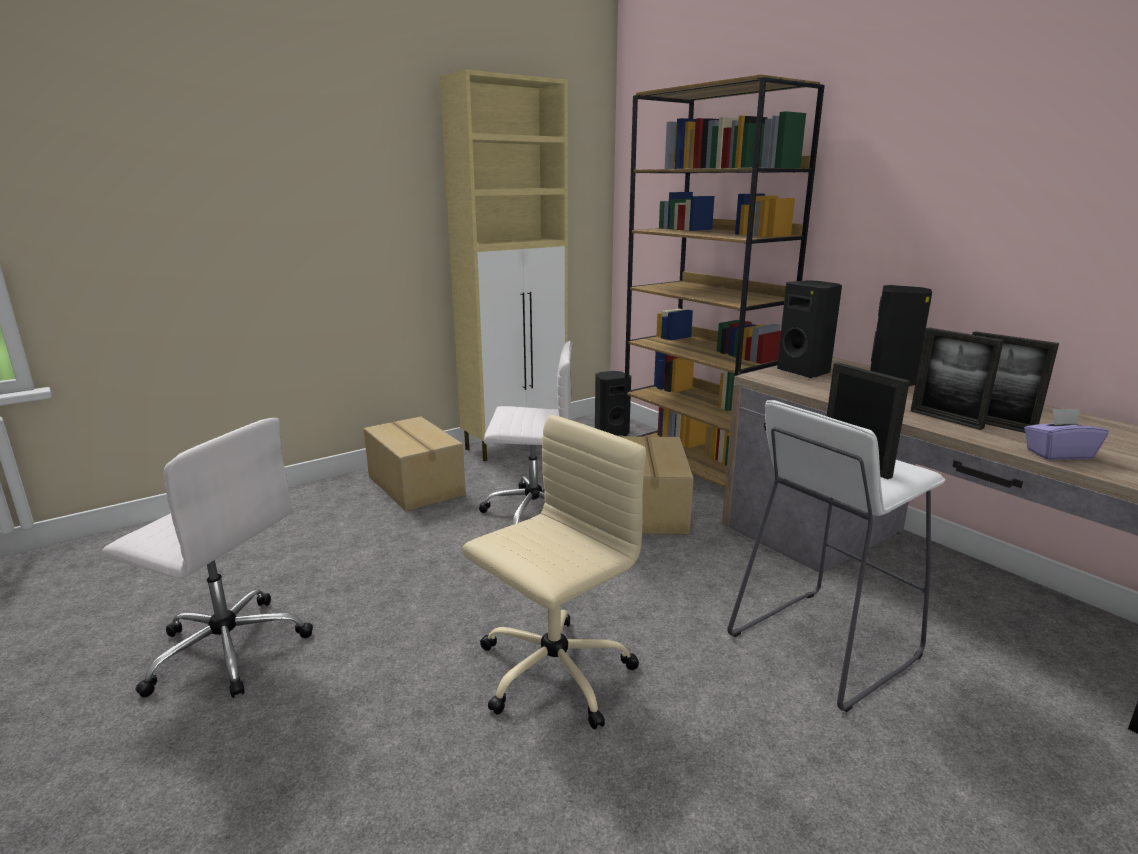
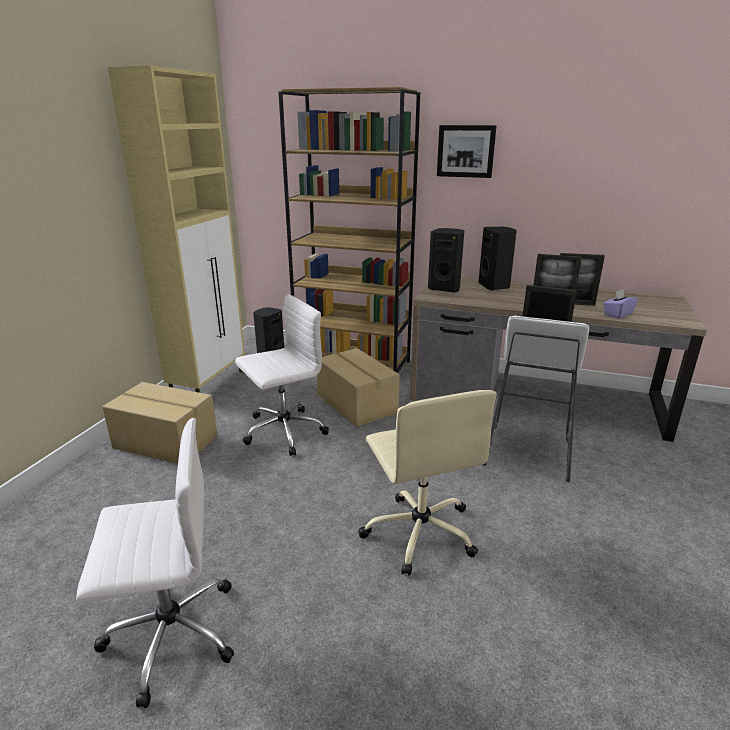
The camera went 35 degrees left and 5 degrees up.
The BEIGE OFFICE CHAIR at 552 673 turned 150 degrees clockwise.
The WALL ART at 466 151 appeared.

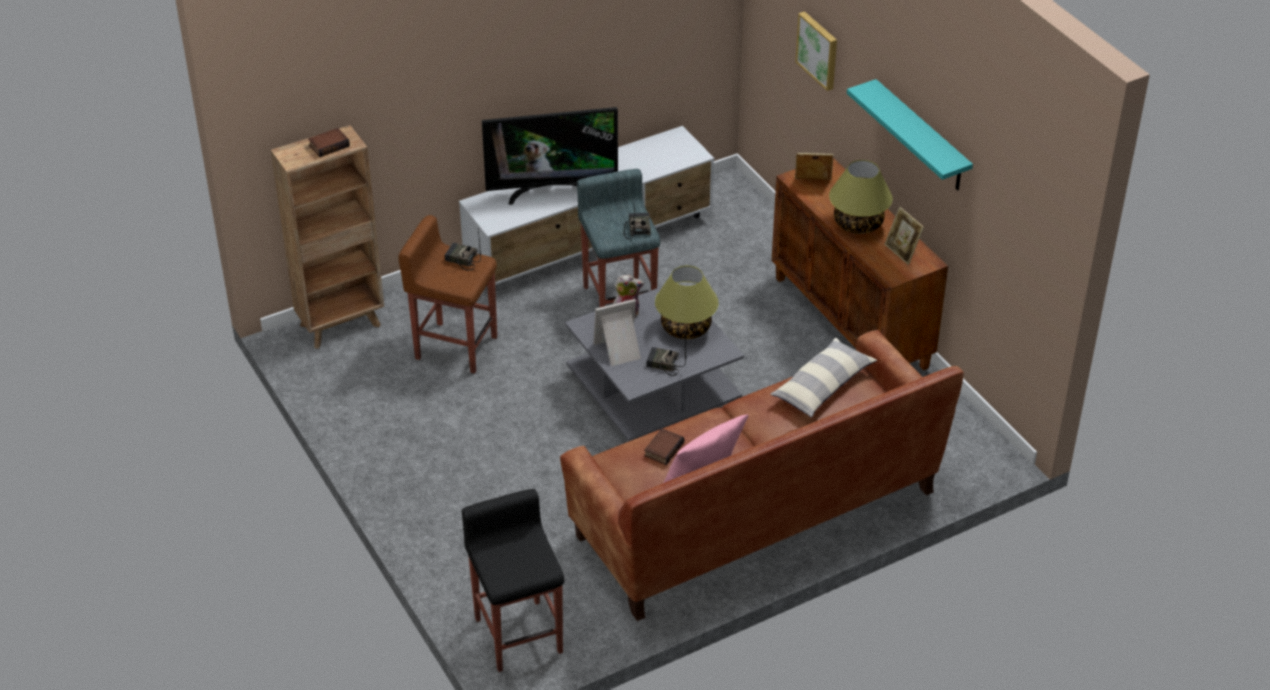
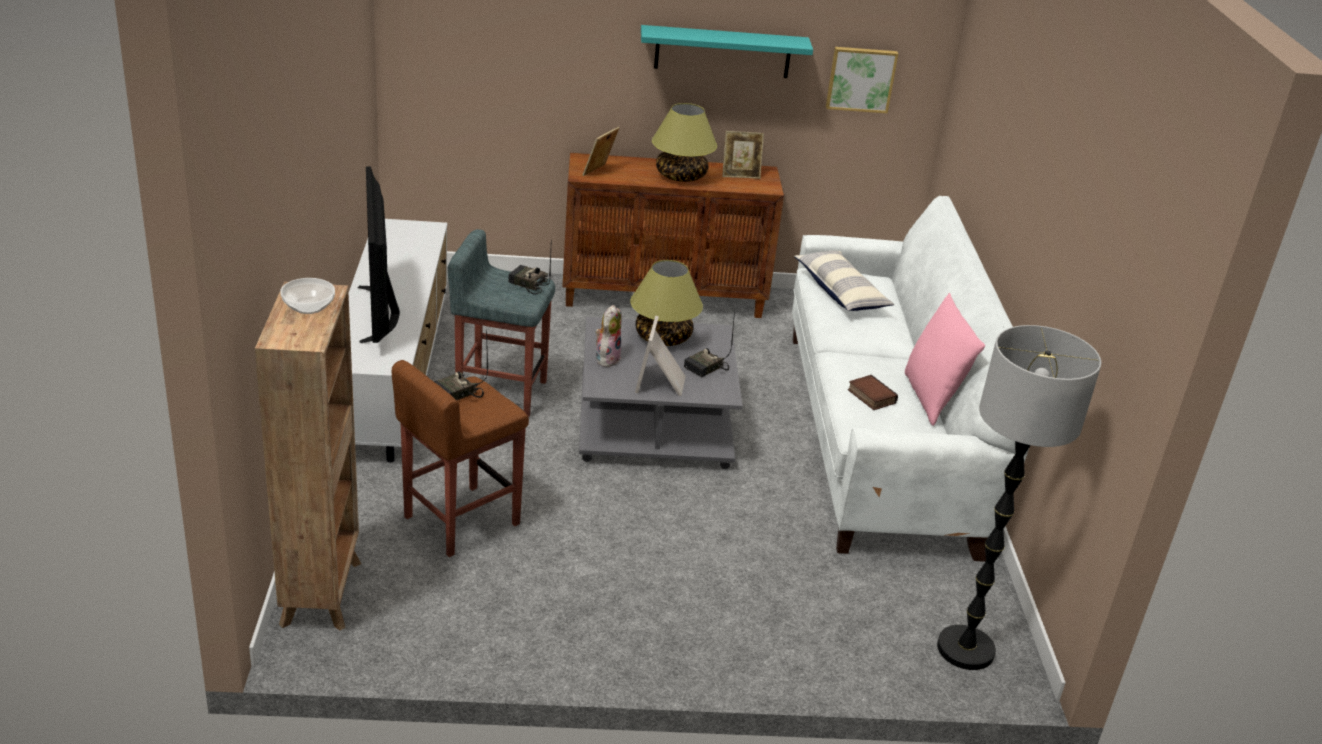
The camera went 65 degrees left and 10 degrees down.
The BOOK at 329 145 was replaced by the DEEP DISH at 308 306.
The BLACK SITTING STOOL at 518 634 was replaced by the STANDARD LAMP at 965 649.
The TELEVISION at 551 190 turned 150 degrees clockwise.
The BROWNISH SOFA at 756 514 became the WHITE-COLOURED SOFA at 878 438.
The WALL ART moved from 818 50 to 861 79.

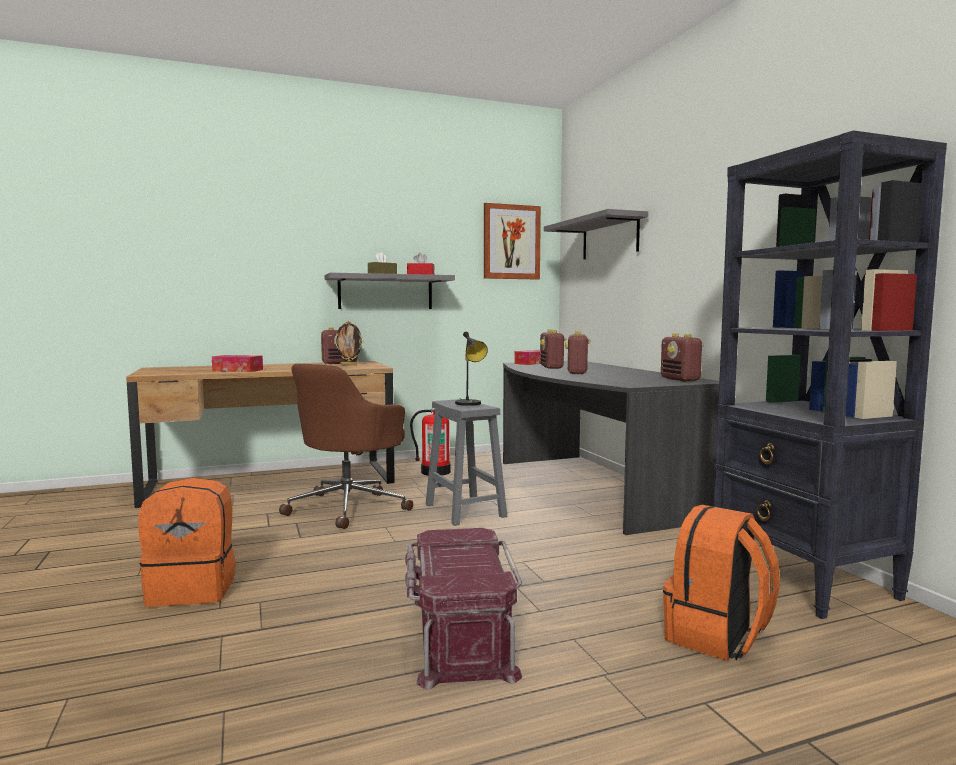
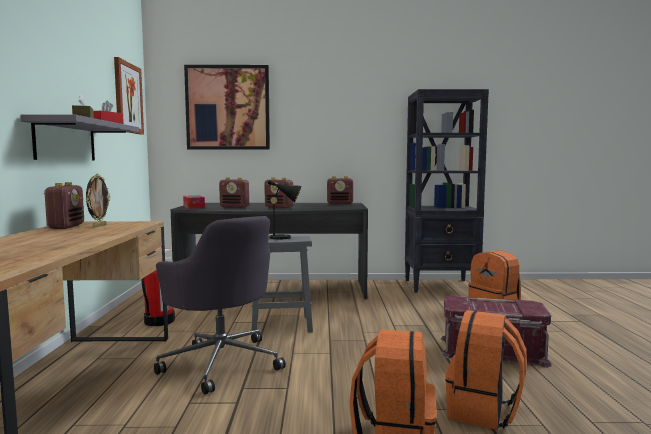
The camera went 70 degrees left and 0 degrees up.
The TISSUE BOX at 237 370 disappeared.
The BROWNISH OFFICE CHAIR at 349 507 became the GREY OFFICE CHAIR at 221 362.
The GREY BRACKET SHELF at 610 238 was replaced by the WALL ART at 228 108.
The ORANGE-COLOURED KNAPSACK at 483 411 appeared.

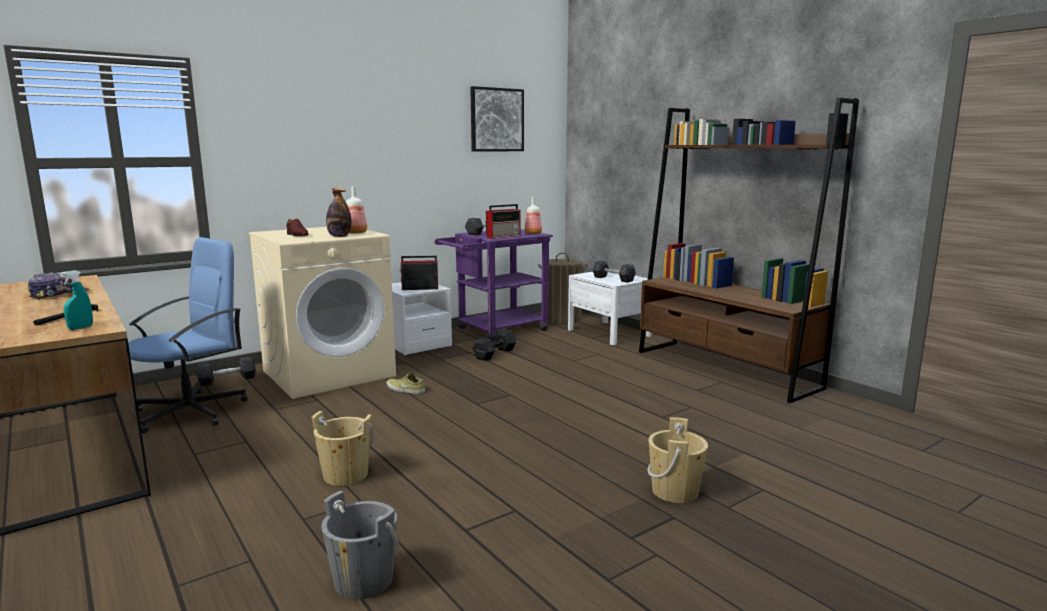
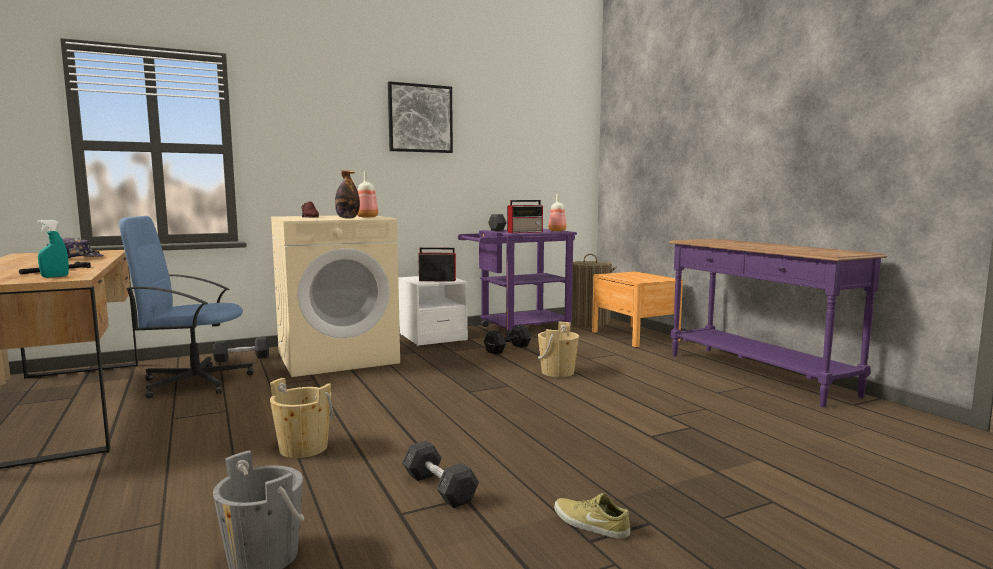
The camera went 10 degrees right and 5 degrees down.
The BLUE OFFICE CHAIR at 192 411 turned 150 degrees counterclockwise.
The BEIGE ITEM OF FOOTWEAR moved from 405 389 to 590 524.
The WALL ART moved from 496 120 to 420 118.
The WHITE-COLOURED NIGHT TABLE at 608 333 became the BROWNISH NIGHT TABLE at 634 336.
The GREY DUMBBELL moved from 613 279 to 439 488.
The BROWNISH SHELVING UNIT at 725 369 was replaced by the PURPLISH CONSOLE TABLE at 755 374.
The BEIGE WATER BUCKET moved from 675 491 to 557 372.

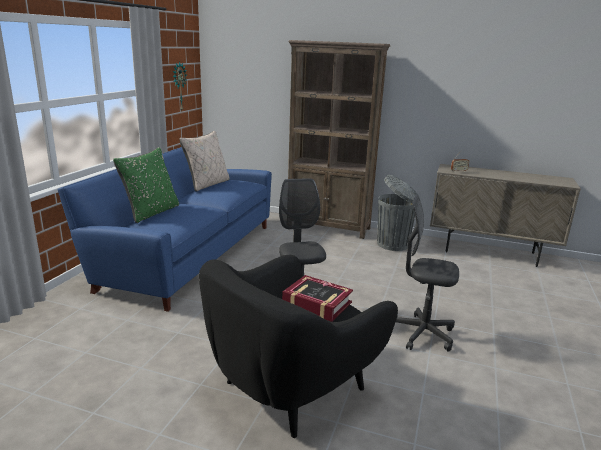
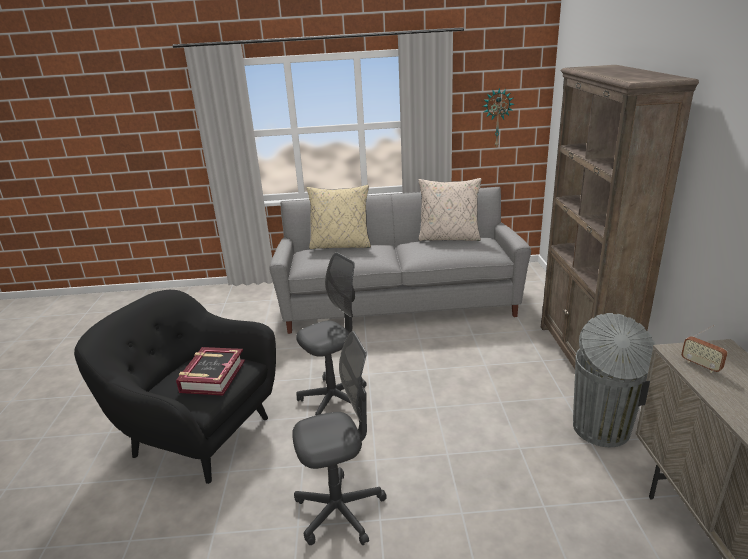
The camera went 70 degrees right and 5 degrees up.
The BLUE SOFA at 187 254 became the GREY SOFA at 398 301.
The GREEN-COLOURED CUSHION at 151 212 became the BEIGE CUSHION at 341 245.
The GREY OFFICE CHAIR at 421 334 turned 75 degrees clockwise.

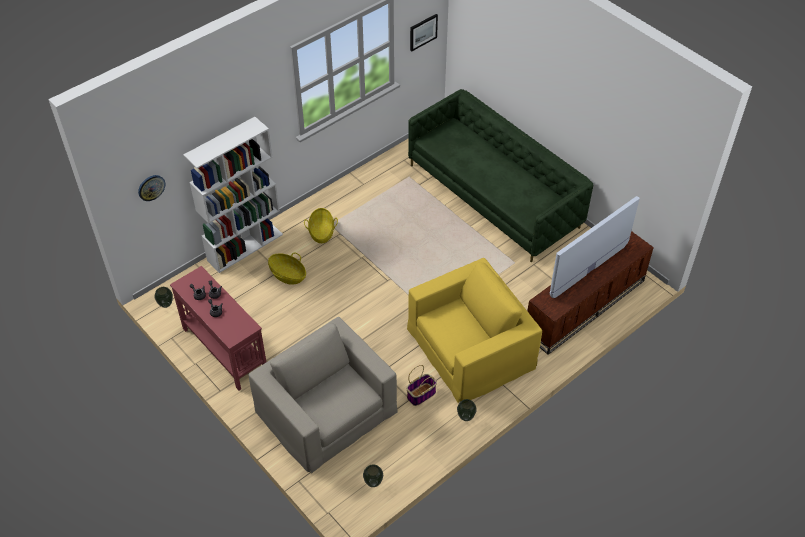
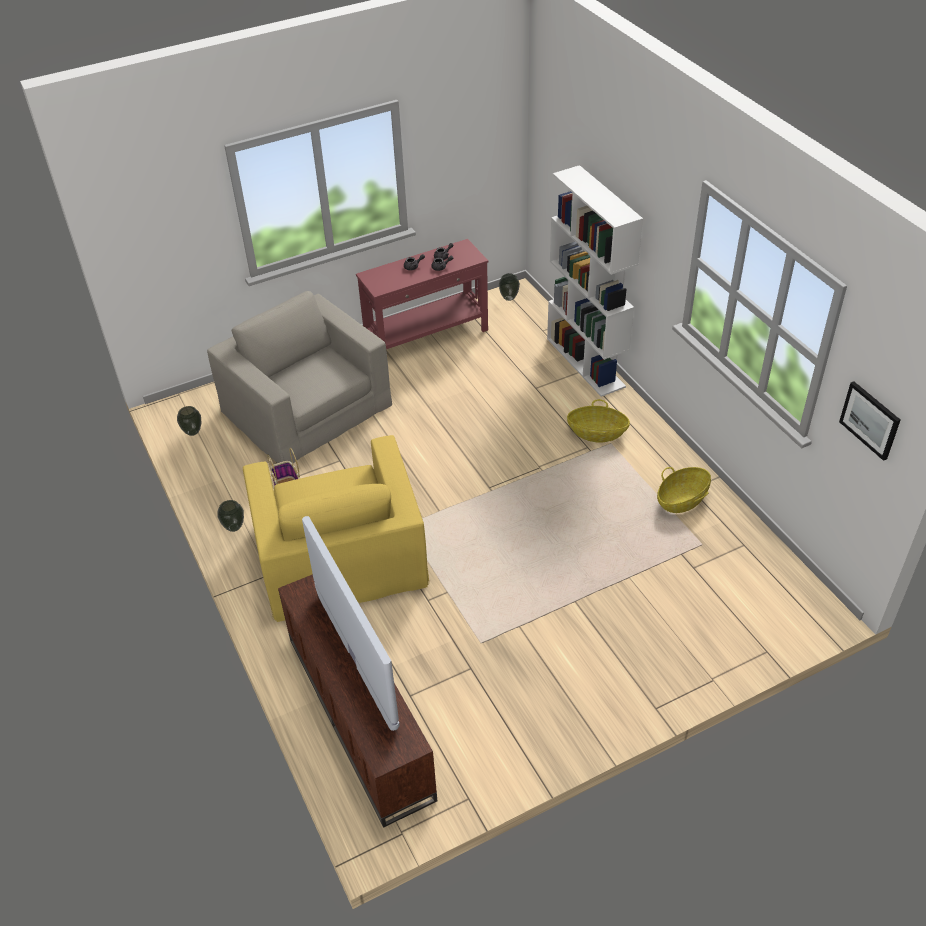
The camera went 105 degrees right and 5 degrees down.
The HANGING CLOCK at 151 187 disappeared.
The BEIGE EASY CHAIR at 326 410 turned 105 degrees counterclockwise.
The HOUSEHOLD BASKET moved from 288 275 to 682 500.
The GREEN-COLOURED SOFA at 494 196 disappeared.

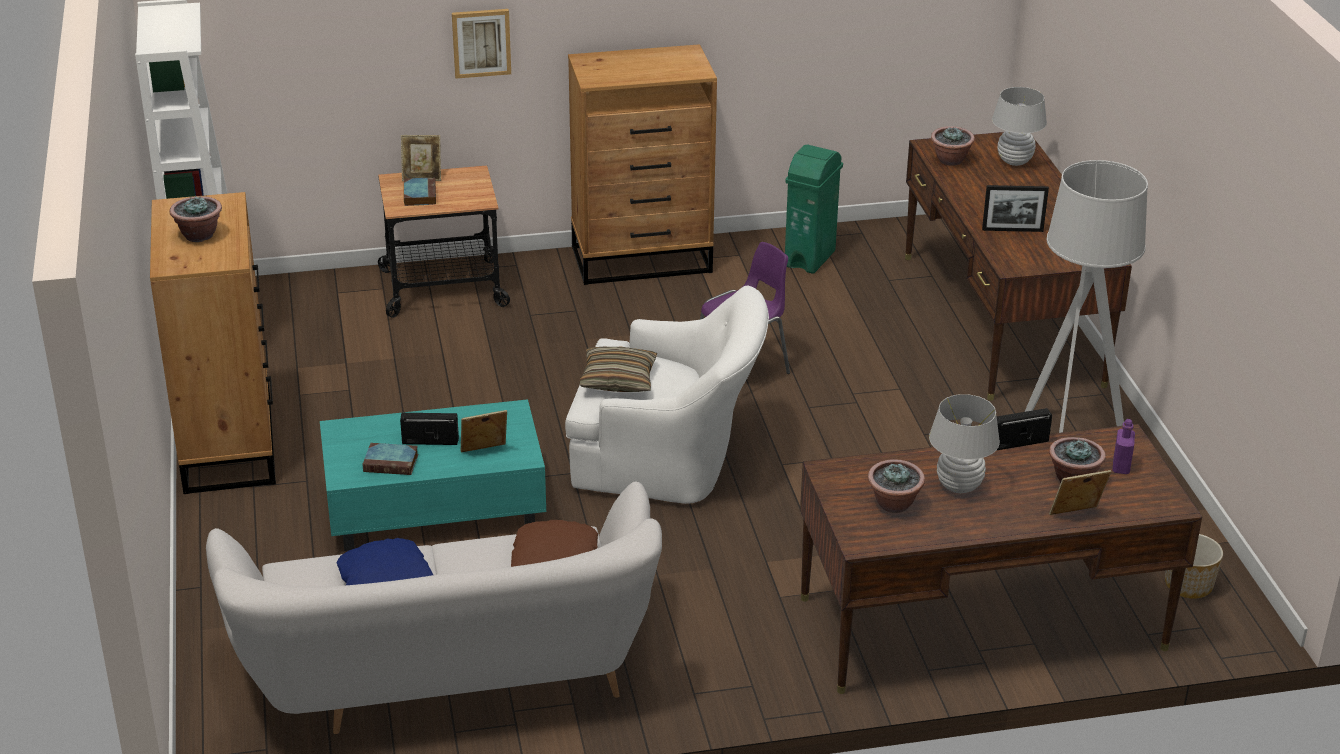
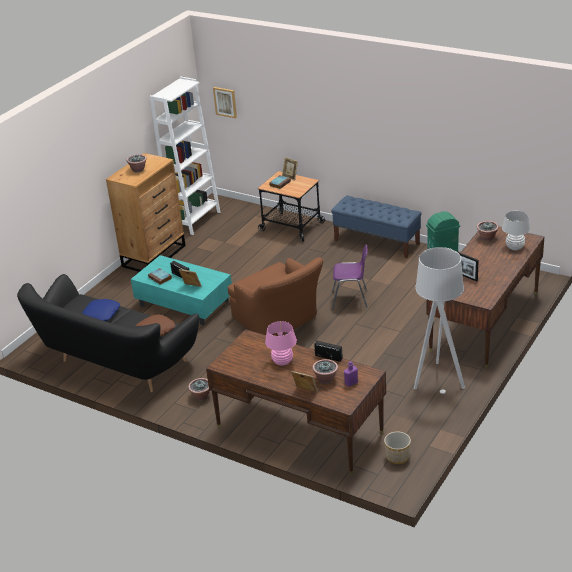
The camera went 45 degrees right and 0 degrees up.
The WHITE-COLOURED SOFA at 446 677 became the BLACK SOFA at 114 360.
The WALL ART moved from 481 42 to 225 102.
The WHITE-COLOURED EASY CHAIR at 669 458 became the BROWNISH EASY CHAIR at 279 320.
The BROWNISH CHEST OF DRAWERS at 643 259 was replaced by the BLUE LONG SEAT at 377 242.
The CUSHION at 618 379 disappeared.
The PLANT IN A POT moved from 894 504 to 201 396.
The WHITE-COLOURED TABLETOP LAMP at 959 485 became the PINKISH TABLETOP LAMP at 282 362.

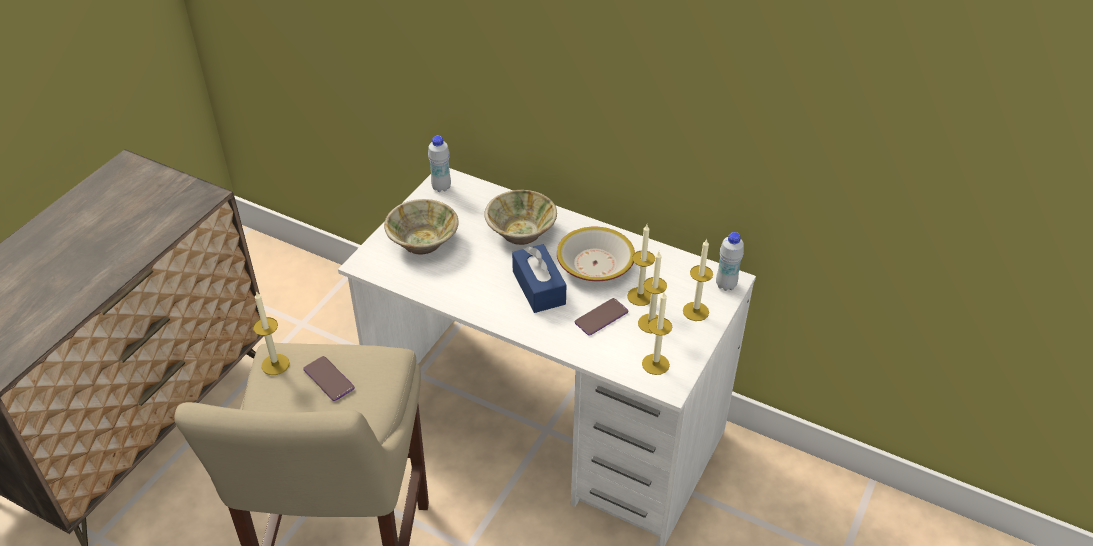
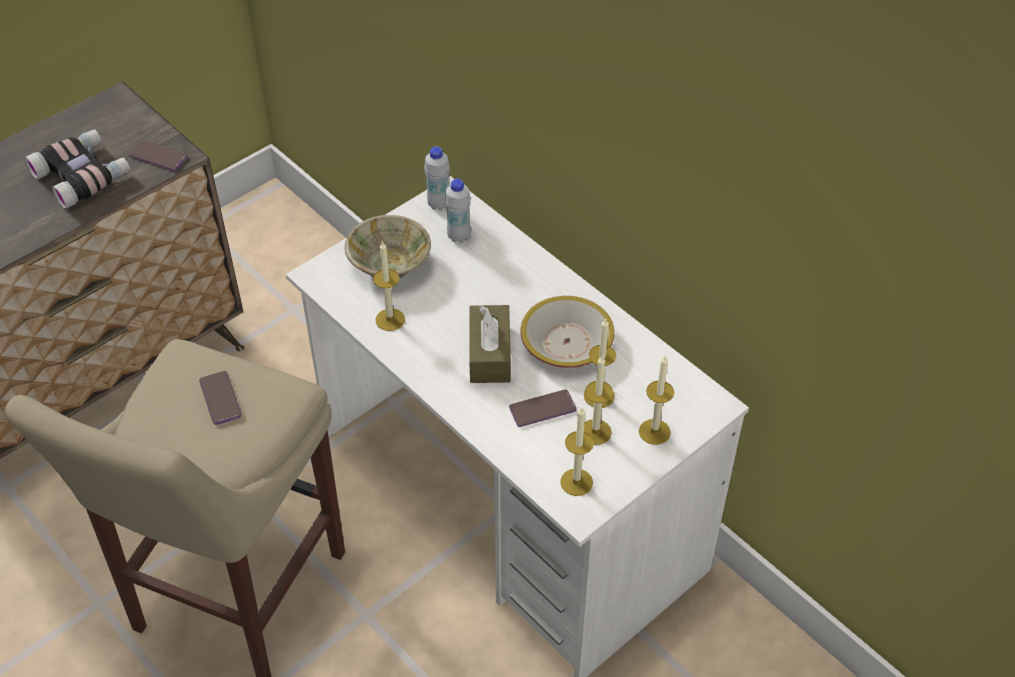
The camera went 20 degrees right and 5 degrees up.
The CANDLE moved from 275 364 to 390 319.
The BEIGE DEEP DISH at 521 231 disappeared.
The BLUE TISSUE BOX at 538 287 became the BROWNISH TISSUE BOX at 490 354.
The WHITE-COLOURED DRINK BOTTLE moved from 726 285 to 459 236.
The PAIR OF BINOCULARS at 83 175 appeared.
The TELEPHONE at 158 156 appeared.

